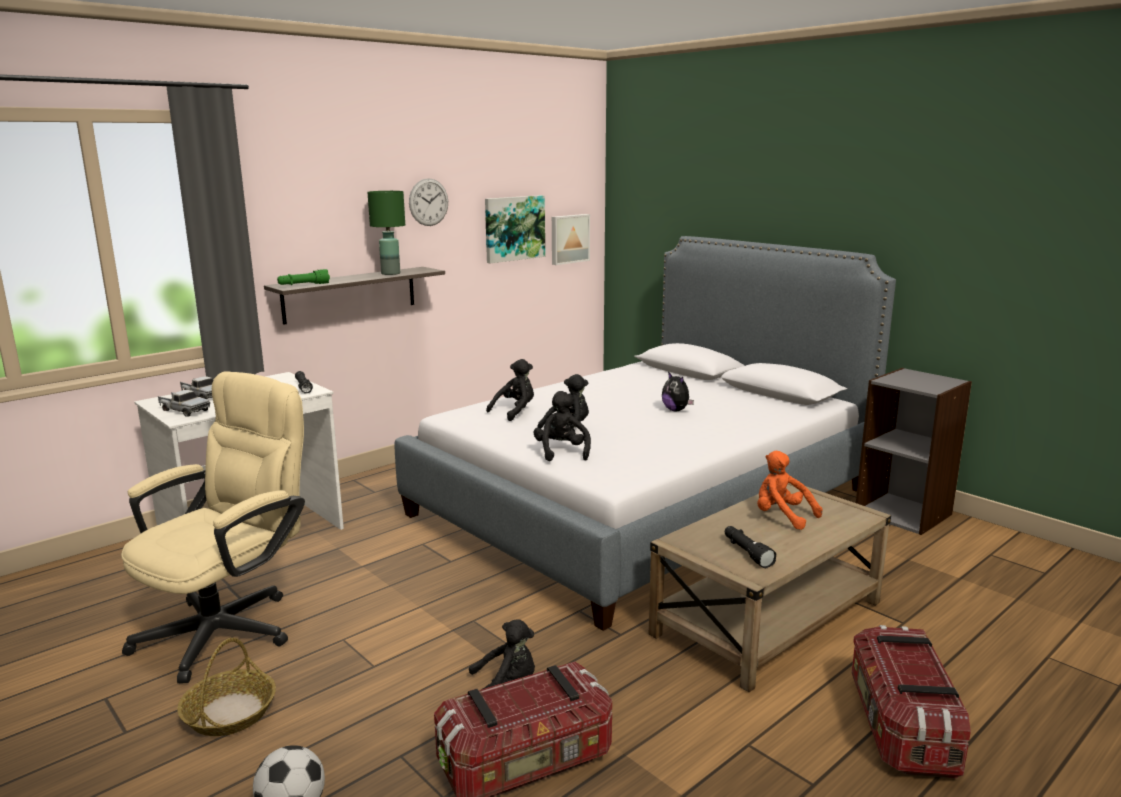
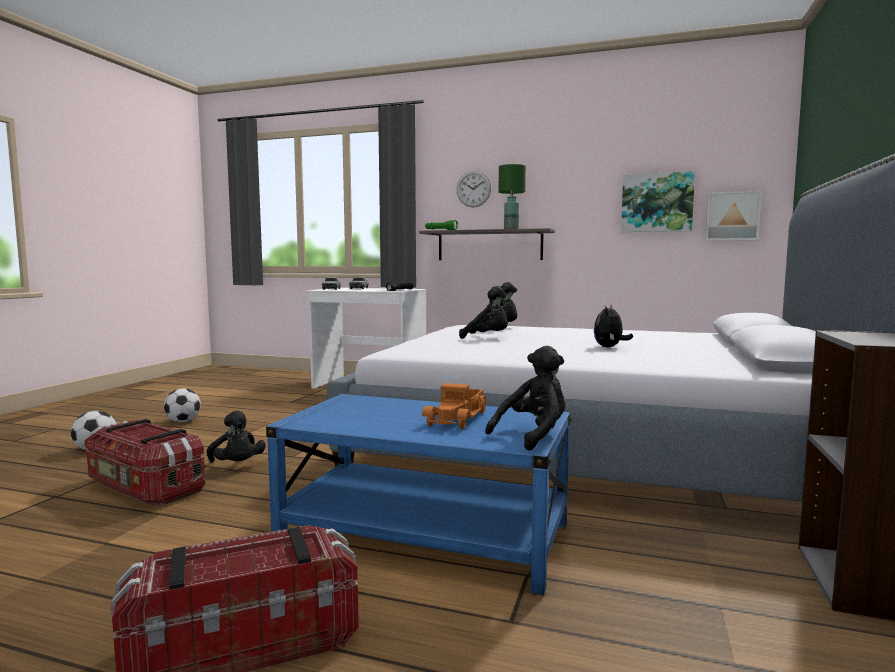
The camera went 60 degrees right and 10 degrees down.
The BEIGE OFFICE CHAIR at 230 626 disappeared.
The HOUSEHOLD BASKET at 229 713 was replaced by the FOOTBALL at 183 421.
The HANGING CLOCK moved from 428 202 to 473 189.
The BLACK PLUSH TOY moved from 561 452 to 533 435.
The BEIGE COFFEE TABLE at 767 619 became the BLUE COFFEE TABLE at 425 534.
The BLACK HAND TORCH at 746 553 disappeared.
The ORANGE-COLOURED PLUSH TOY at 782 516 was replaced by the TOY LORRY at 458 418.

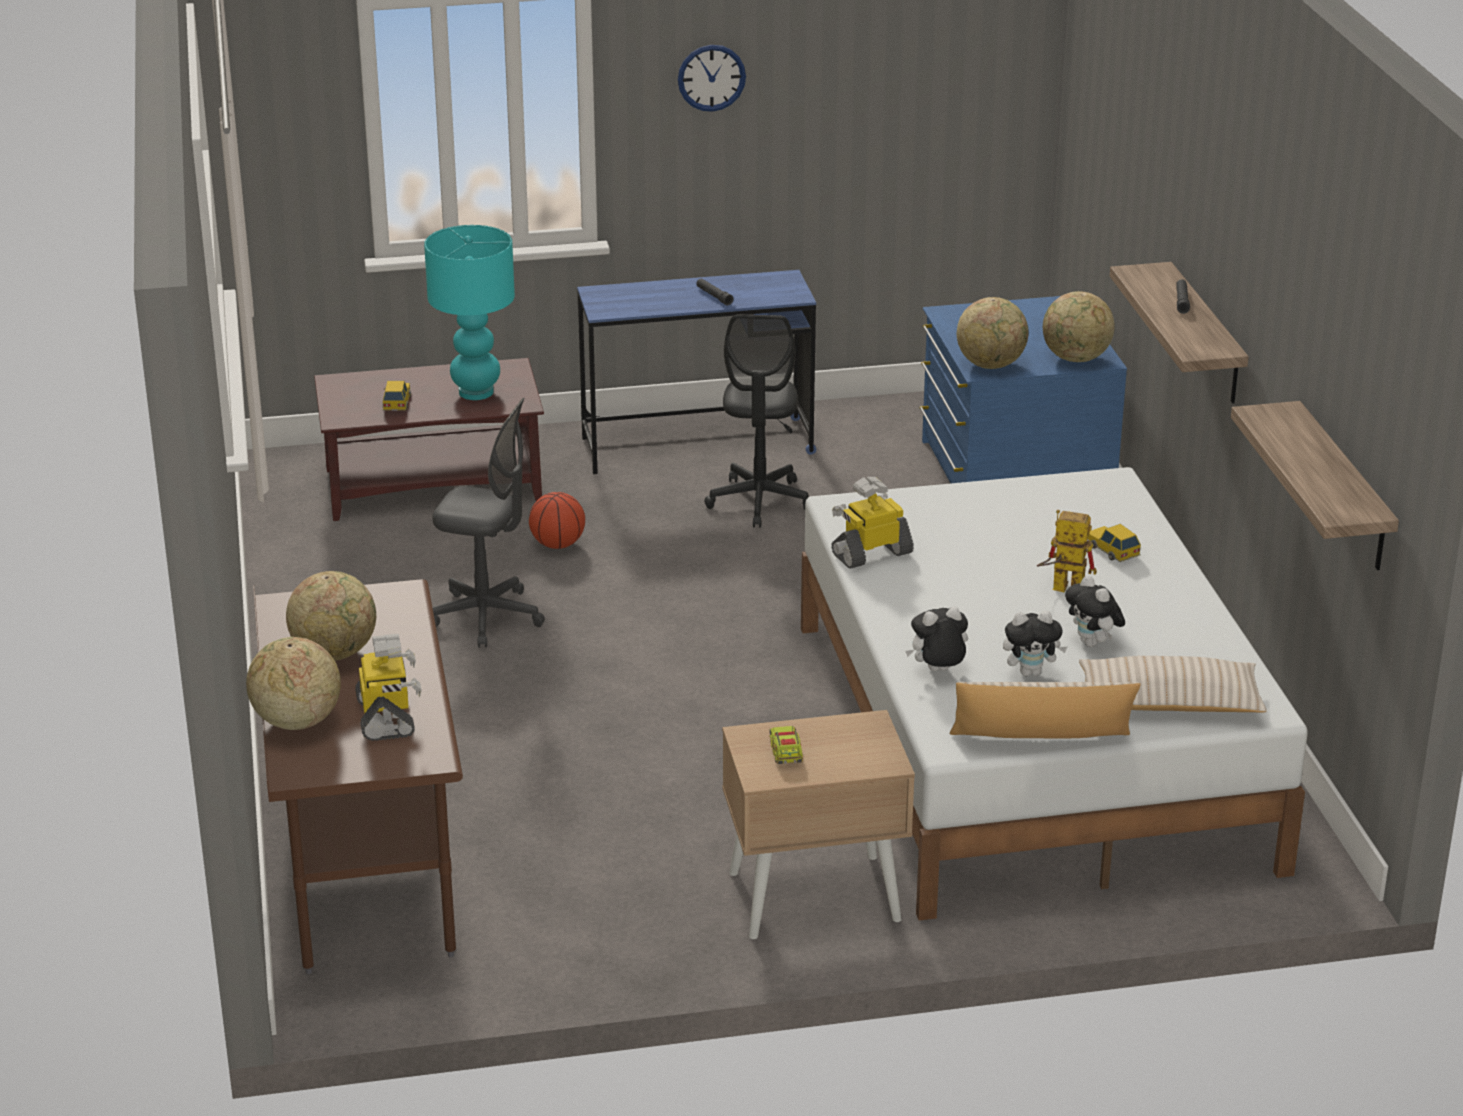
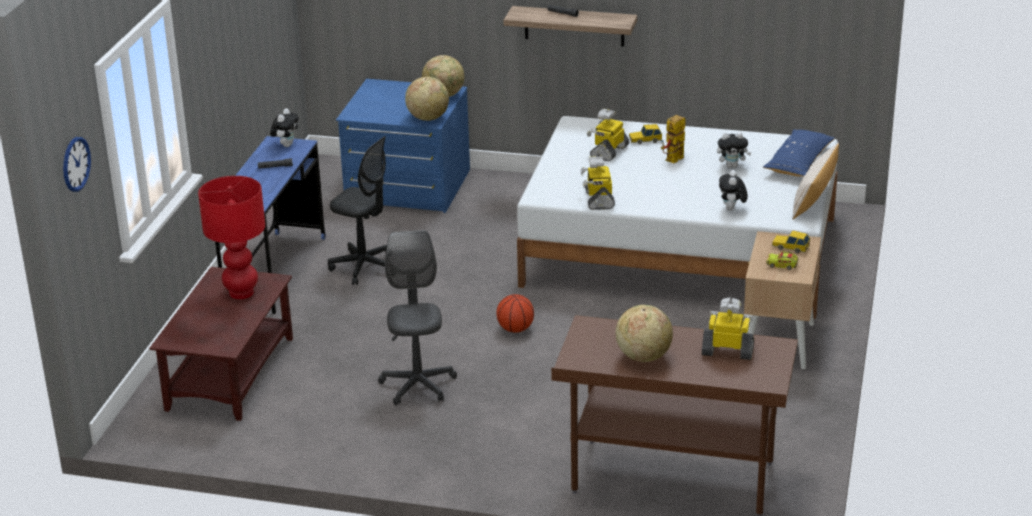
The camera went 65 degrees left and 0 degrees up.
The DESK GLOBE at 296 722 disappeared.
The TOY CAR moved from 397 402 to 790 247.
The BLUE-GREEN TABLETOP LAMP at 476 392 became the RED-COLOURED TABLETOP LAMP at 242 292.
The GREY OFFICE CHAIR at 486 617 turned 45 degrees counterclockwise.
The BASKETBALL BALL moved from 558 544 to 515 329.
The HANGING CLOCK moved from 711 77 to 76 164.
The PLUSH TOY moved from 1031 672 to 286 145.
The BEIGE CUSHION at 1169 703 became the BLUE CUSHION at 798 162.
The BRACKET SHELF at 1343 488 disappeared.
The MODEL ROBOT at 608 151 appeared.

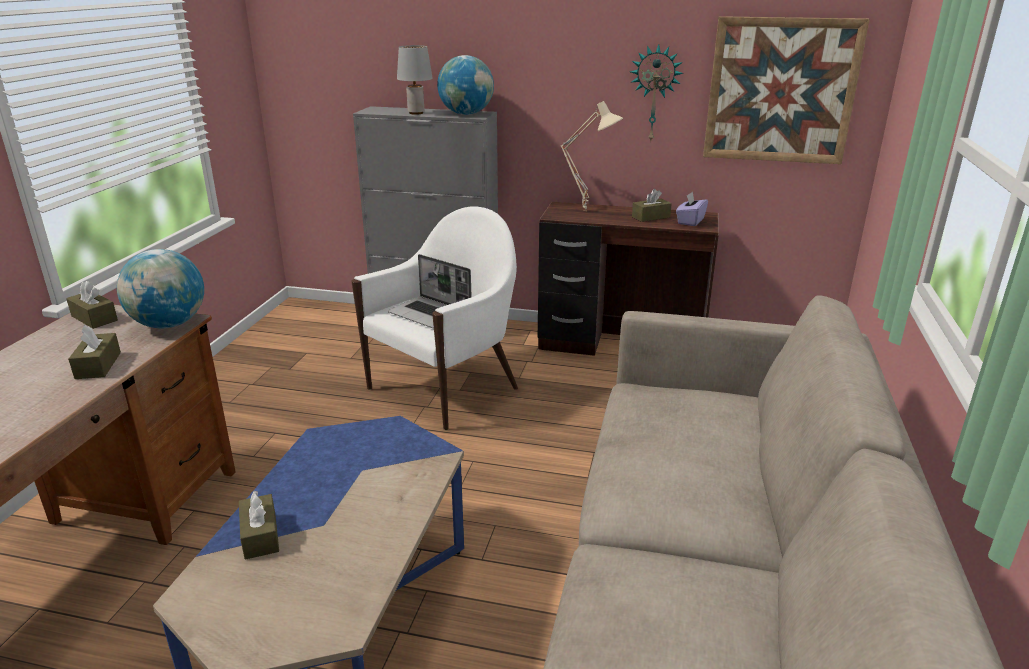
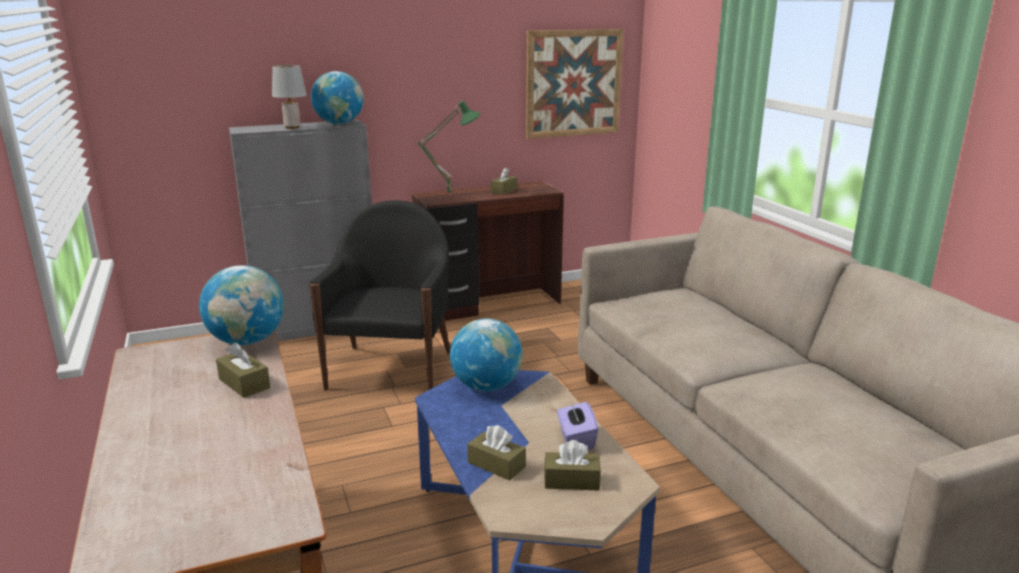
The camera went 35 degrees left and 5 degrees down.
The BROWNISH TISSUE BOX moved from 94 318 to 571 481.
The WHITE-COLOURED EASY CHAIR at 445 387 became the BLACK EASY CHAIR at 391 369.
The LAPTOP at 431 315 disappeared.
The BEIGE TABLETOP LAMP at 586 210 became the GREEN-COLOURED TABLETOP LAMP at 450 194.
The HANGING CLOCK at 654 94 disappeared.
The PURPLISH TISSUE BOX moved from 690 221 to 576 439.
The DESK GLOBE at 486 386 appeared.

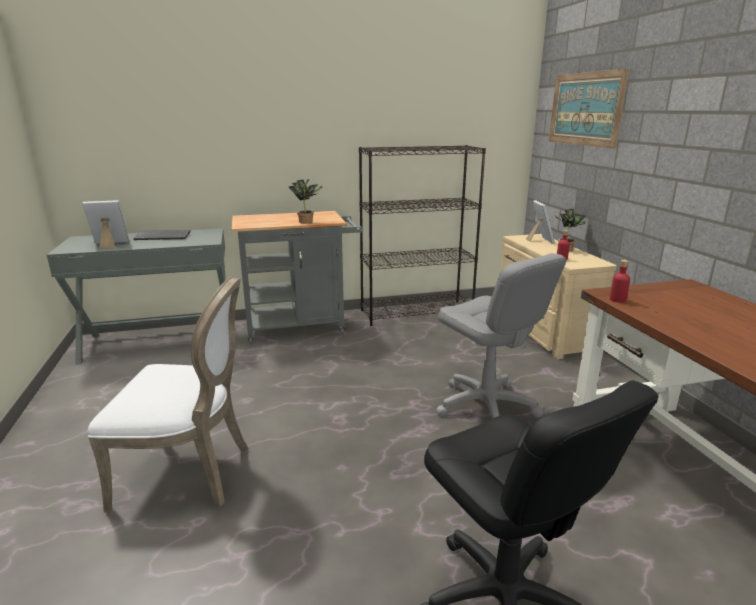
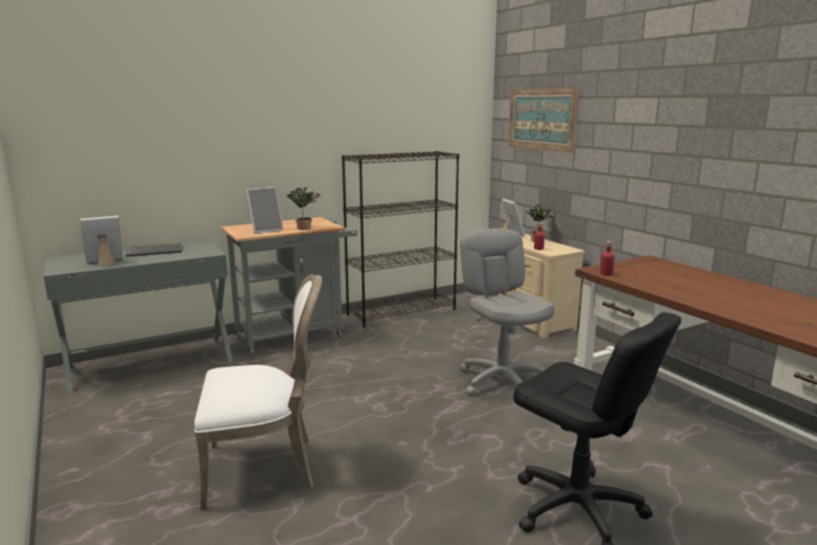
The camera went 15 degrees left and 5 degrees down.
The GREY OFFICE CHAIR at 486 407 turned 150 degrees counterclockwise.
The STANDING FRAME at 266 230 appeared.

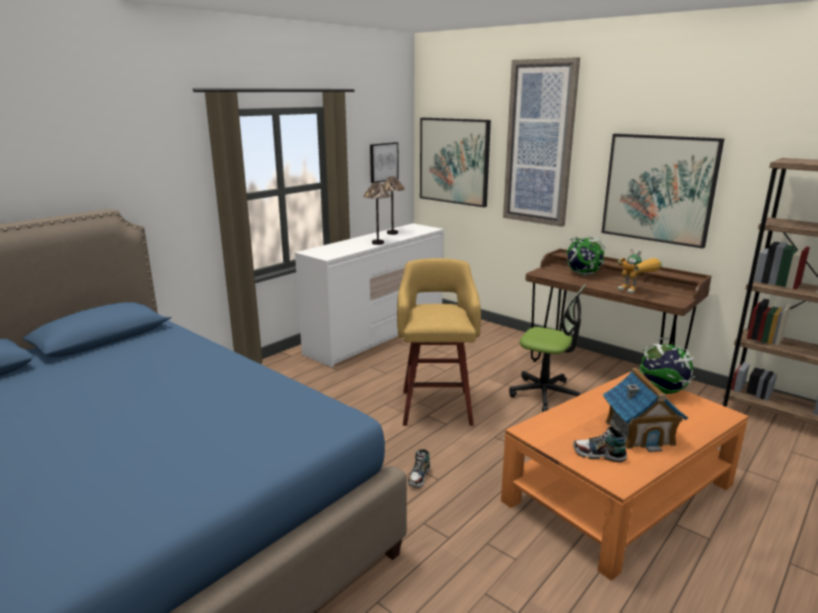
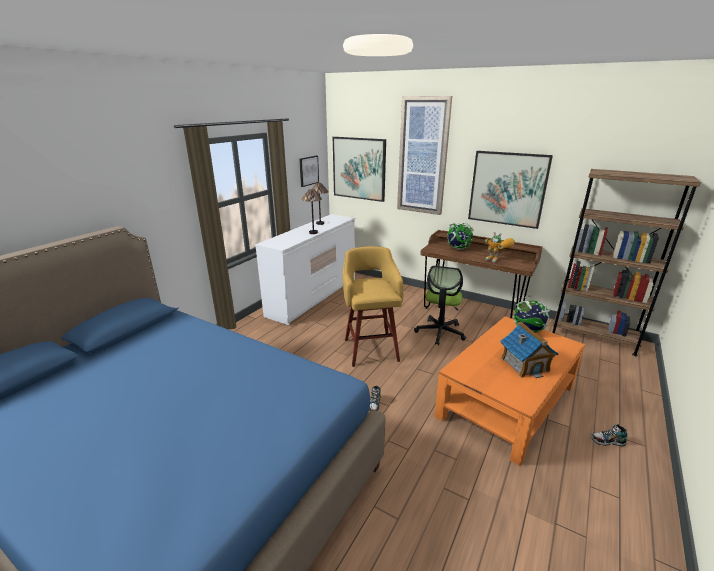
The camera went 10 degrees left and 5 degrees up.
The OFFICE CHAIR at 545 394 turned 90 degrees clockwise.
The ITEM OF FOOTWEAR moved from 599 455 to 607 441.

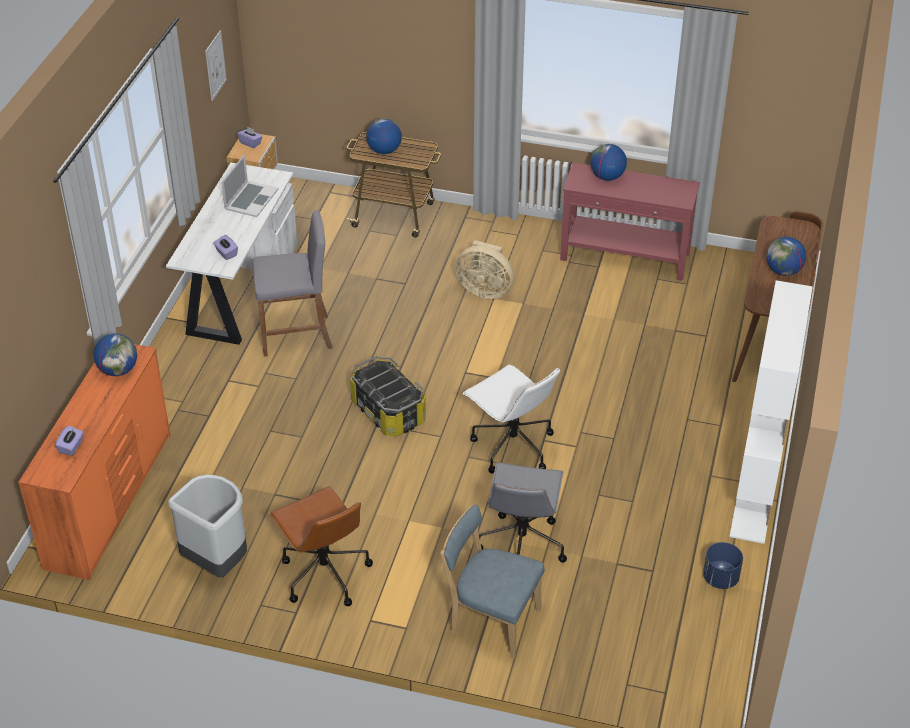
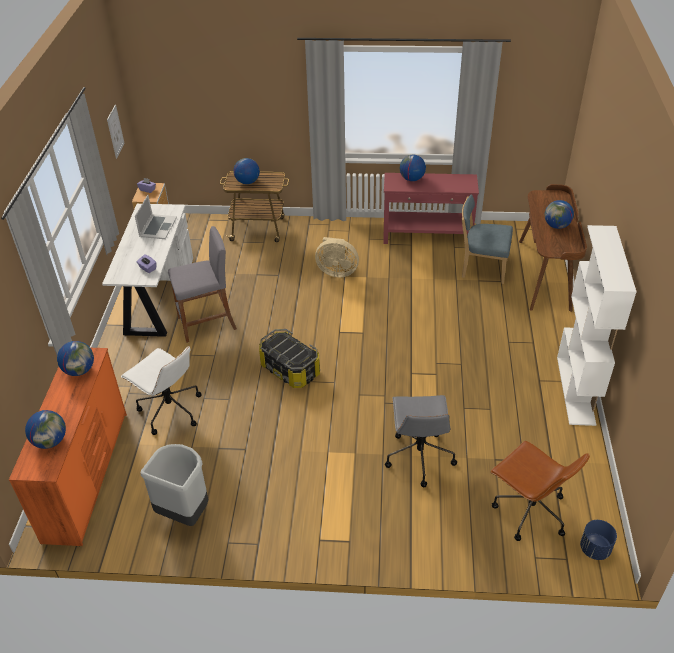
The camera went 10 degrees left and 0 degrees up.
The PURPLISH TISSUE BOX at 71 447 was replaced by the DESK GLOBE at 50 441.
The BROWNISH OFFICE CHAIR moved from 324 574 to 529 511.
The BLUE CHAIR moved from 491 620 to 481 268.
The WHITE-COLOURED OFFICE CHAIR moved from 511 446 to 169 410.
The BLUE PLANT POT moved from 720 578 to 595 549.

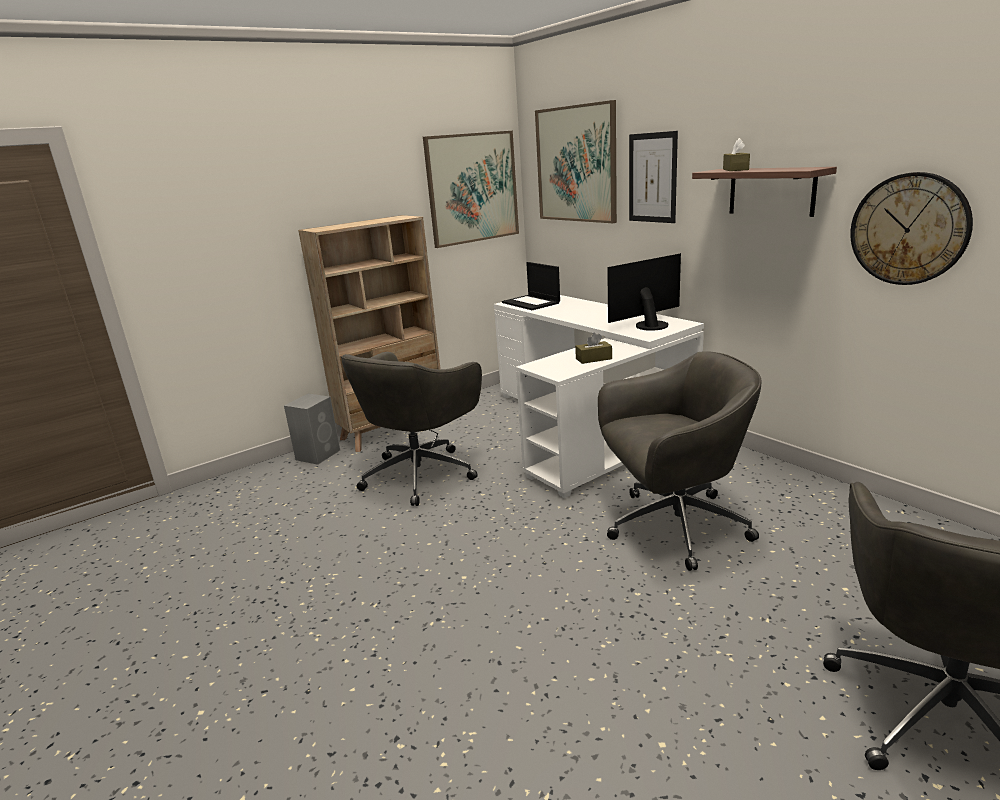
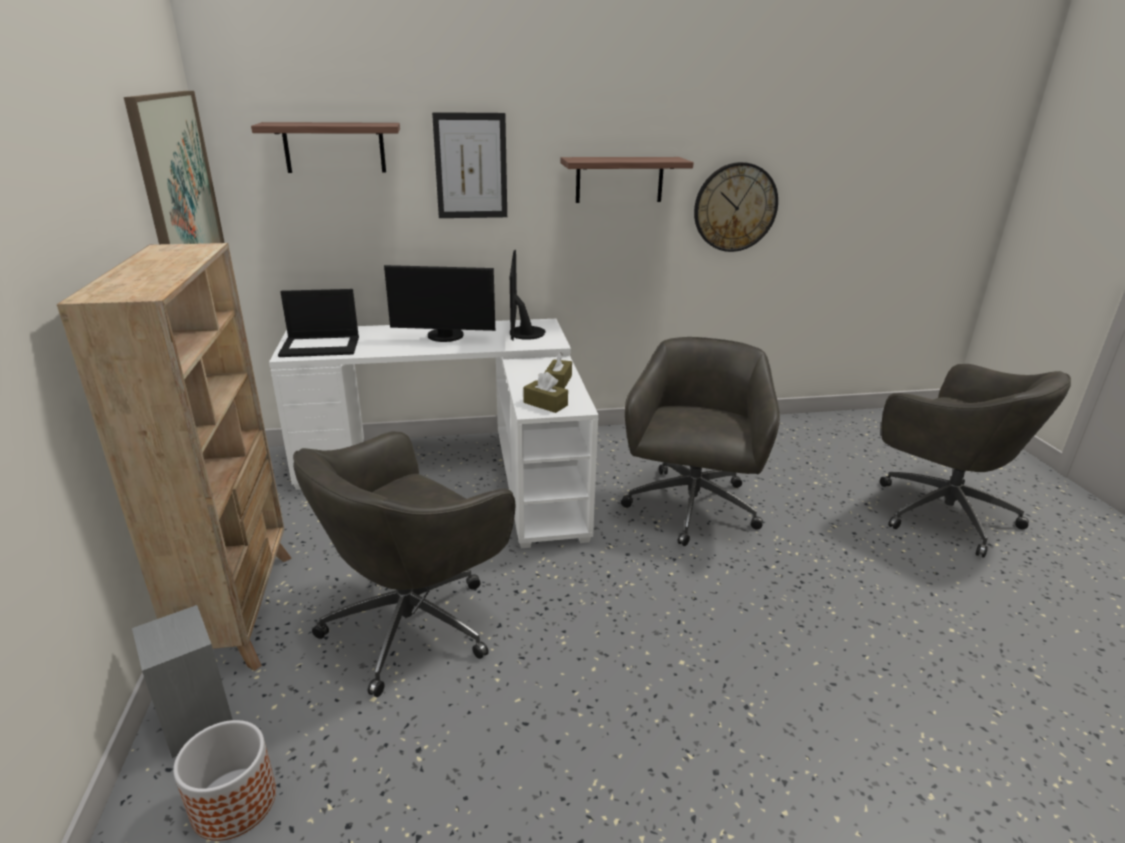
The camera went 65 degrees left and 5 degrees up.
The GREY OFFICE CHAIR at 421 473 turned 75 degrees clockwise.
The WALL ART at 576 164 was replaced by the BRACKET SHELF at 334 147.
The BROWNISH TISSUE BOX moved from 735 169 to 545 404.
The PLANT POT at 233 803 appeared.
The COMPUTER SCREEN at 445 337 appeared.

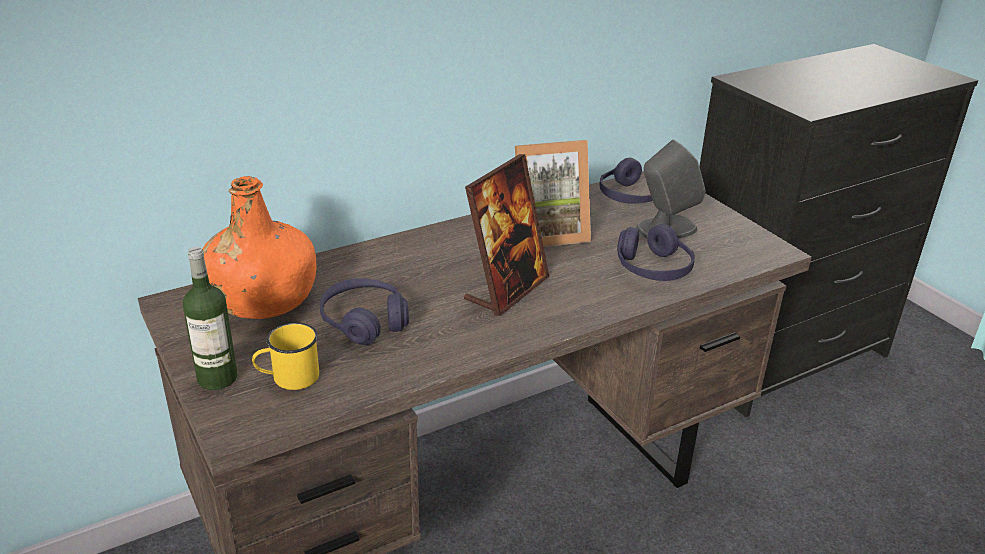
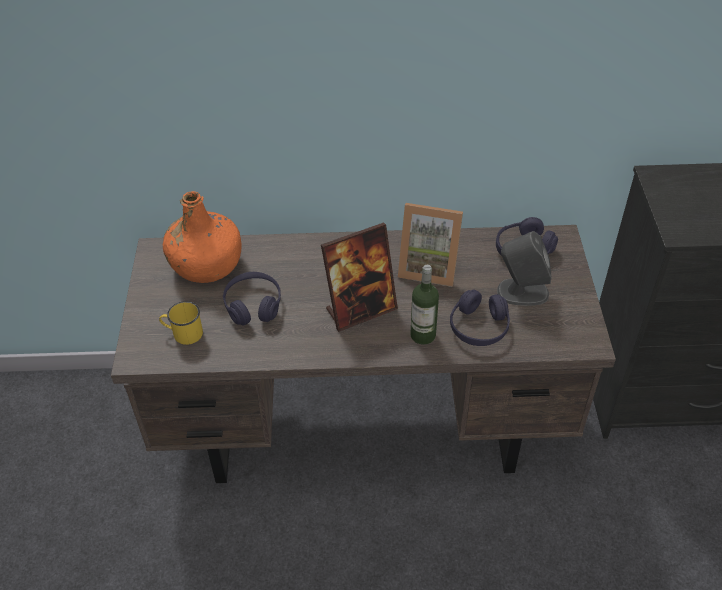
The camera went 30 degrees right and 15 degrees up.
The DRINK BOTTLE moved from 217 378 to 423 335.

